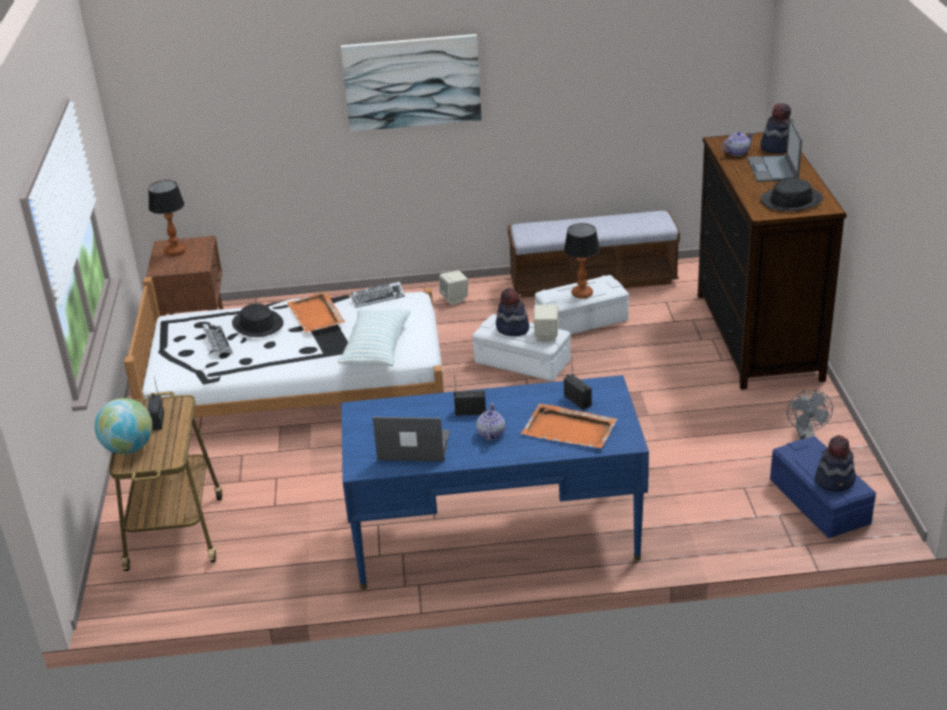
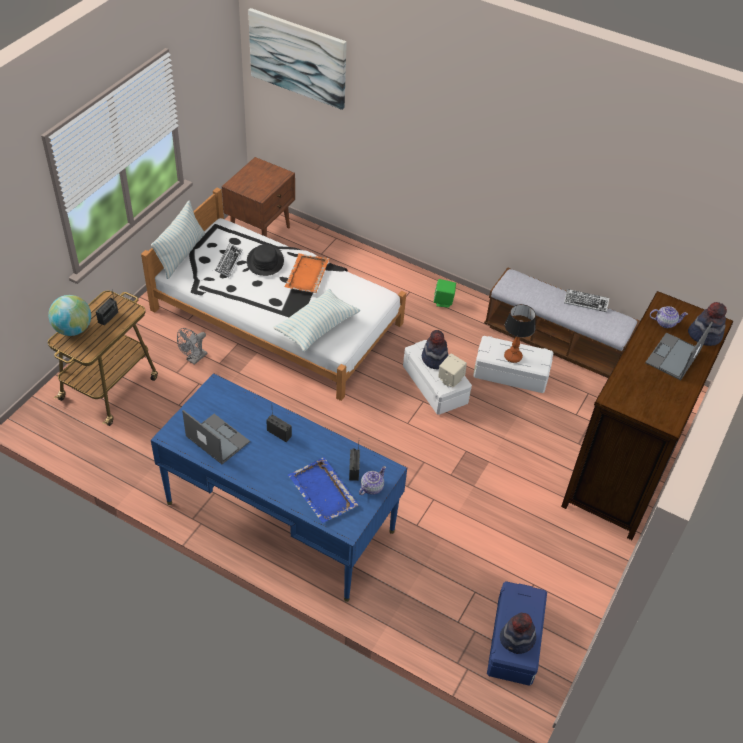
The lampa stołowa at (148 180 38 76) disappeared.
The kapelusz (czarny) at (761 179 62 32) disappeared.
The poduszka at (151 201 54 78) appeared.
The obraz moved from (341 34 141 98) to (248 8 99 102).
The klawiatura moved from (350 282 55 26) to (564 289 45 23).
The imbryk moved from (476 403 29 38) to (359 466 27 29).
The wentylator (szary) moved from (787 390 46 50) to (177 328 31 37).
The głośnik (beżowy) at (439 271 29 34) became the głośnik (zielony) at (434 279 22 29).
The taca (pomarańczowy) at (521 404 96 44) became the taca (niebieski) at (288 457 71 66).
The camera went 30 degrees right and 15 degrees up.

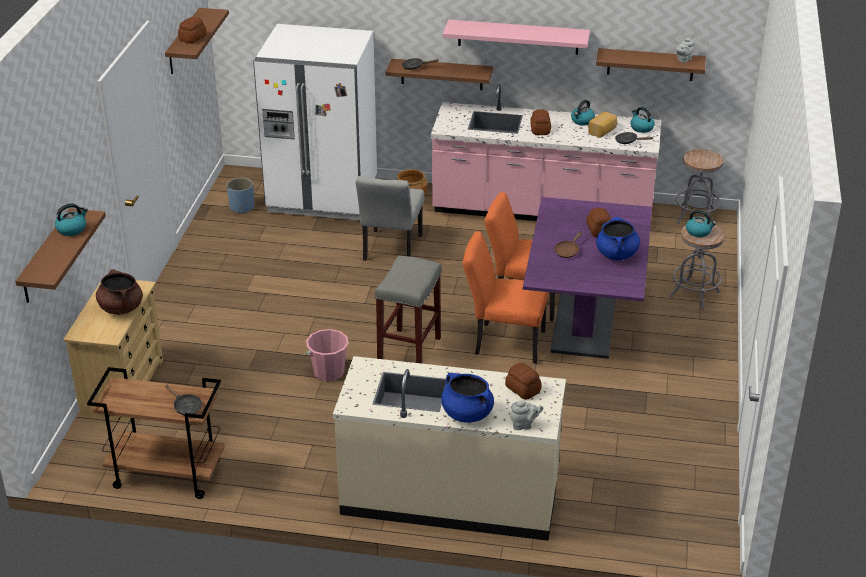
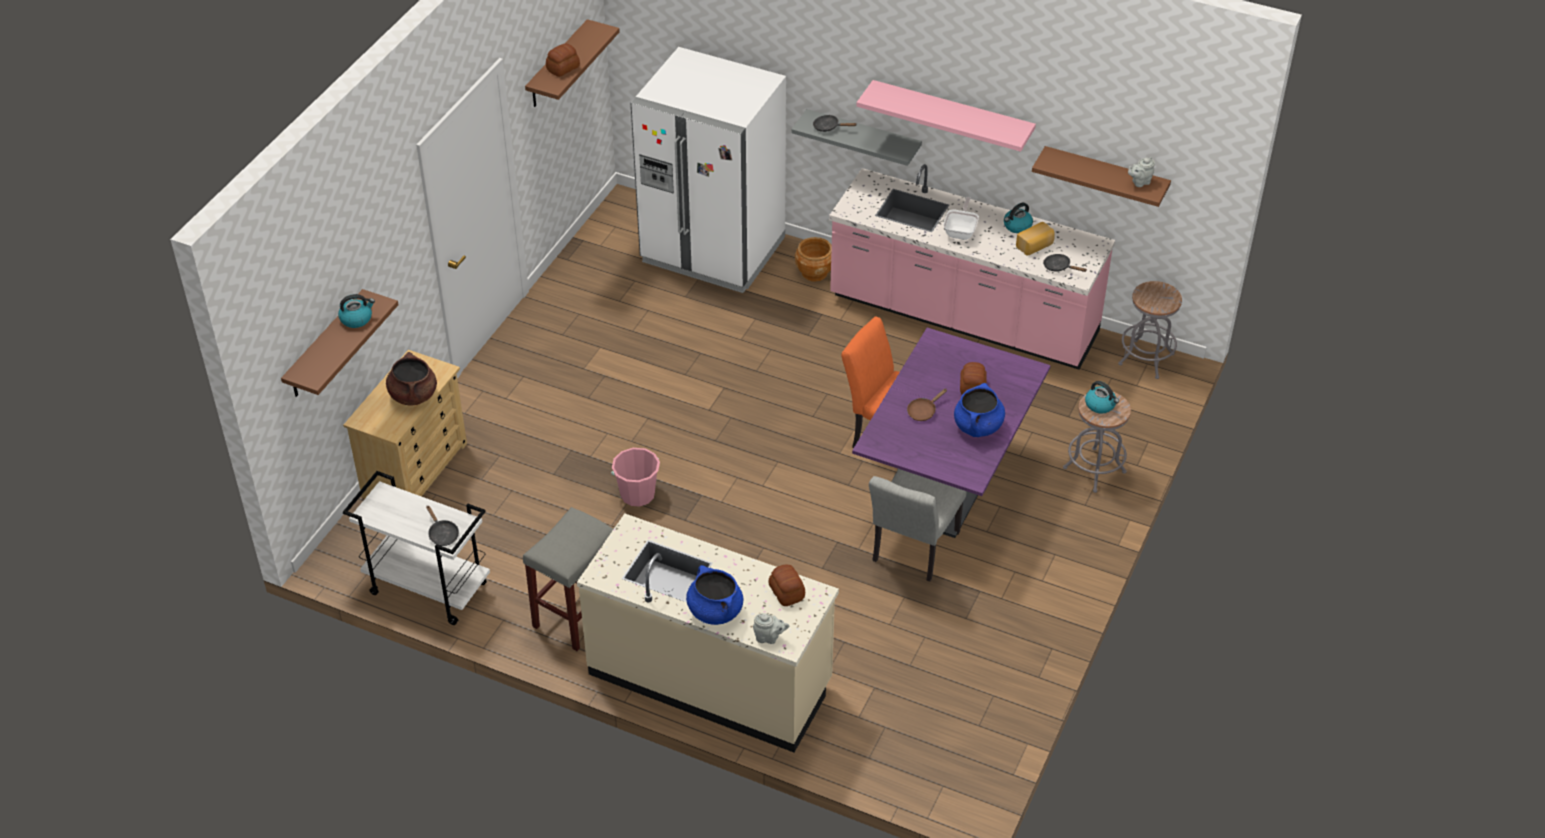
The donica (niebieski) at (227 178 27 36) disappeared.
The krzesło (pomarańczowy) at (463 231 86 133) disappeared.
The czajnik at (631 107 24 26) disappeared.
The krzesło (szary) moved from (356 176 68 85) to (869 469 98 112).
The stołek (szary) moved from (375 256 67 108) to (523 507 90 144).
The chleb at (530 109 21 26) was replaced by the patelnia at (943 197 36 43).
The wózek (brązowy) at (87 367 138 132) became the wózek (biały) at (343 471 147 154).
The półka (brązowy) at (386 59 107 31) became the półka (szary) at (791 109 131 57).
The camera went 15 degrees right and 10 degrees up.

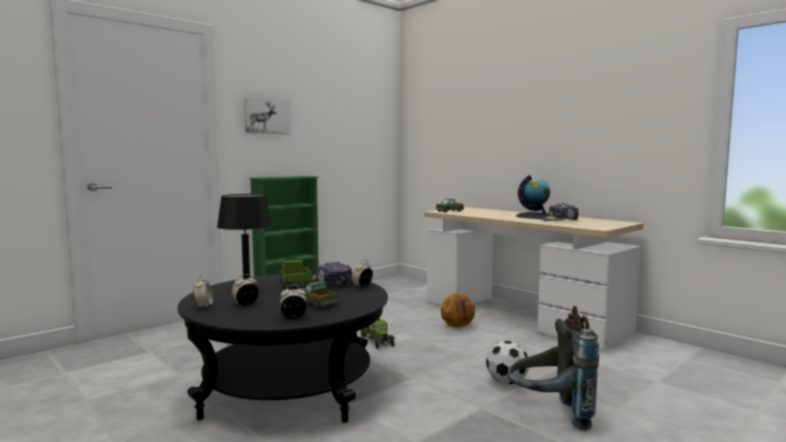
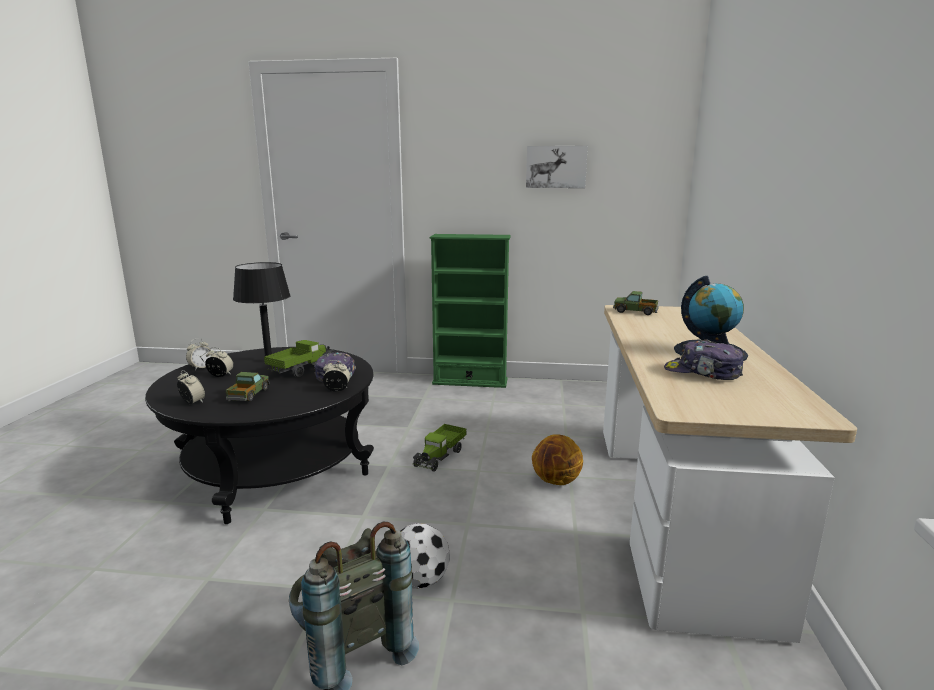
The obraz moved from (244 98 47 36) to (526 146 62 42).
The camera went 50 degrees right and 10 degrees up.

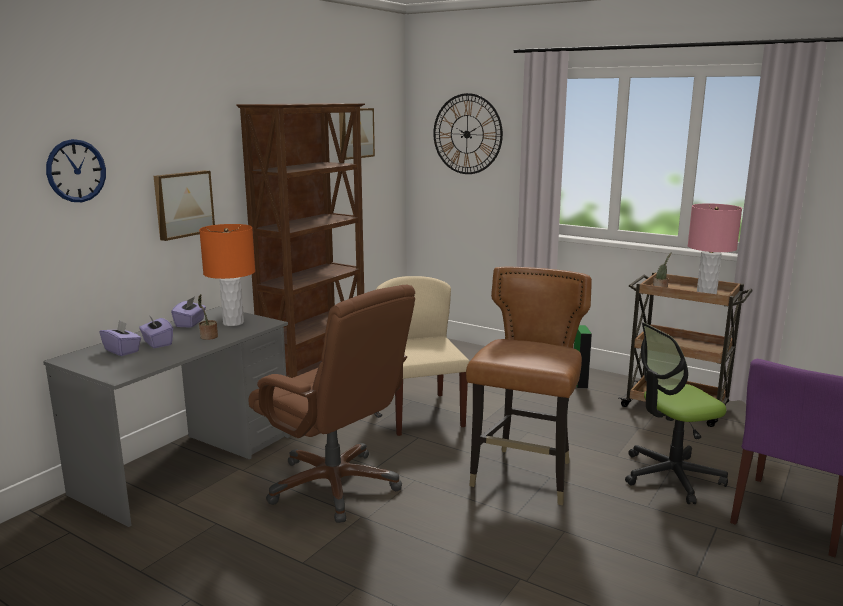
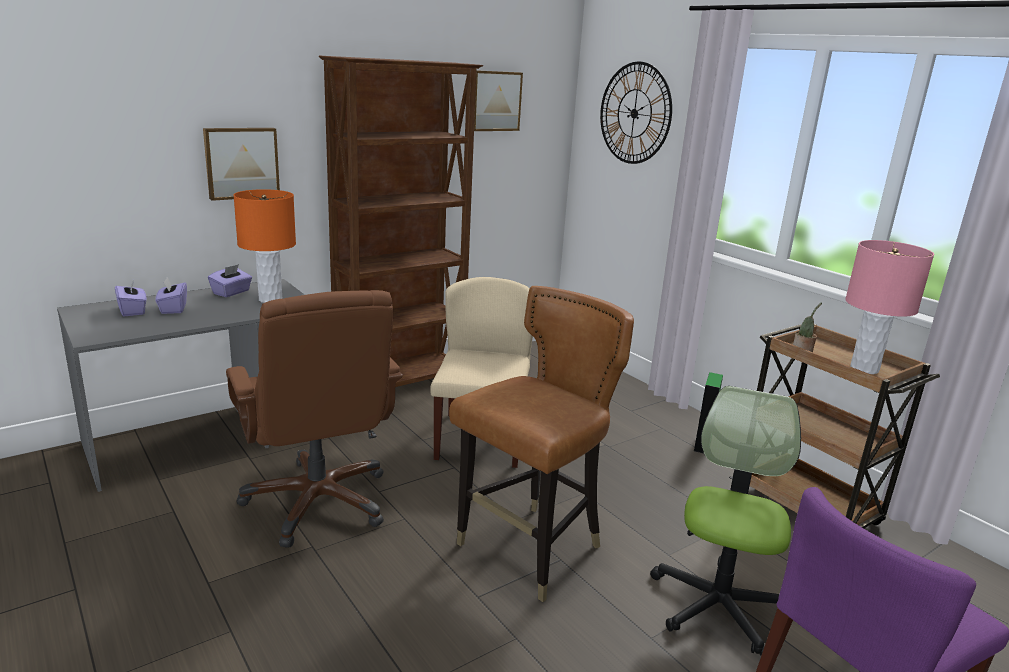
The zegar ścienny at (46 139 60 63) disappeared.
The roślina doniczkowa at (198 294 20 46) disappeared.
The krzesło biurowe at (625 322 103 182) turned 105 degrees clockwise.
The camera went 20 degrees right and 5 degrees up.

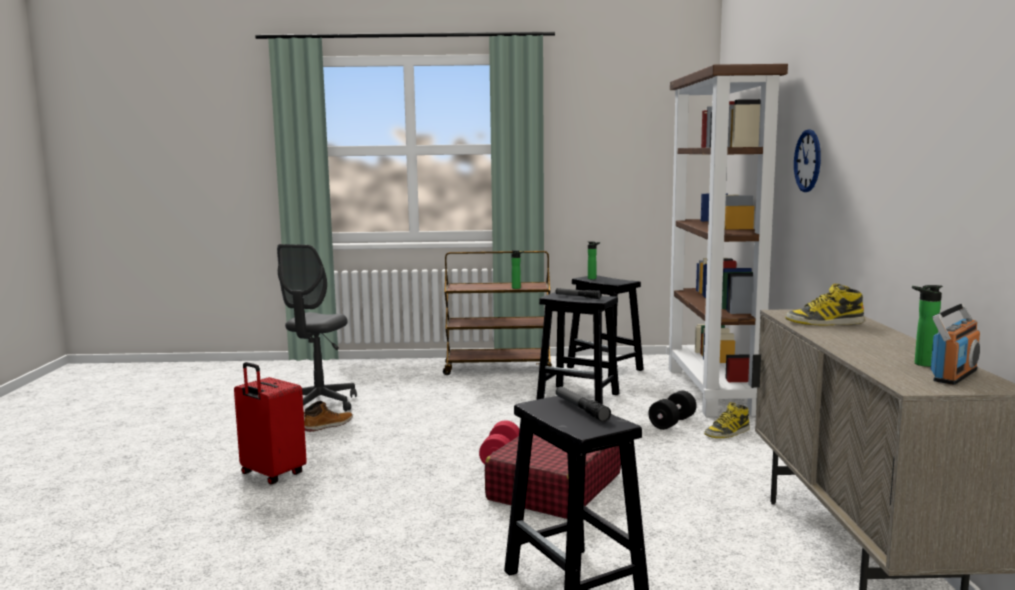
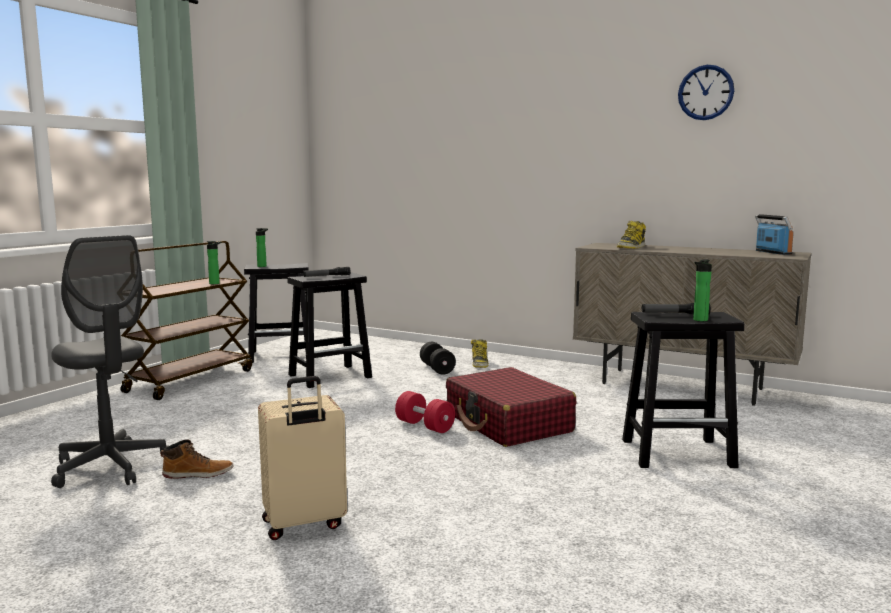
The regał (brązowy) at (666 64 122 353) disappeared.
The zegar ścienny moved from (794 129 27 63) to (678 65 56 55).
The butelka moved from (912 285 31 82) to (693 259 19 62).
The walizka (czerwony) at (234 362 73 123) became the walizka (beżowy) at (258 376 89 164).
The but z cholewką at (304 401 49 31) turned 90 degrees clockwise.
The camera went 60 degrees left and 0 degrees up.

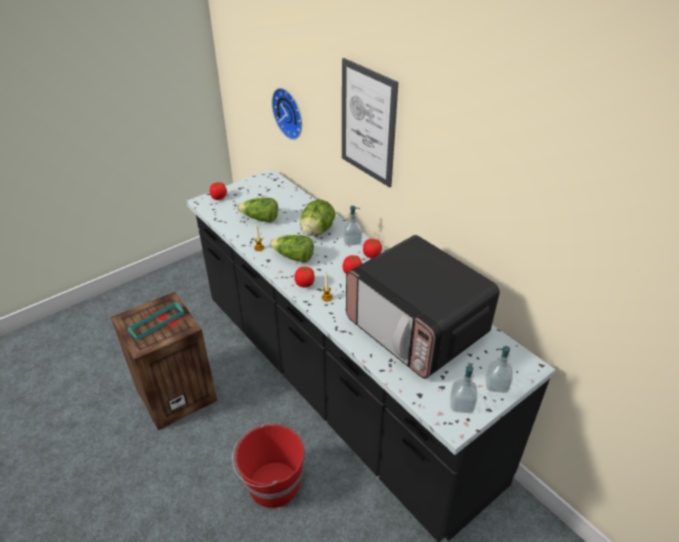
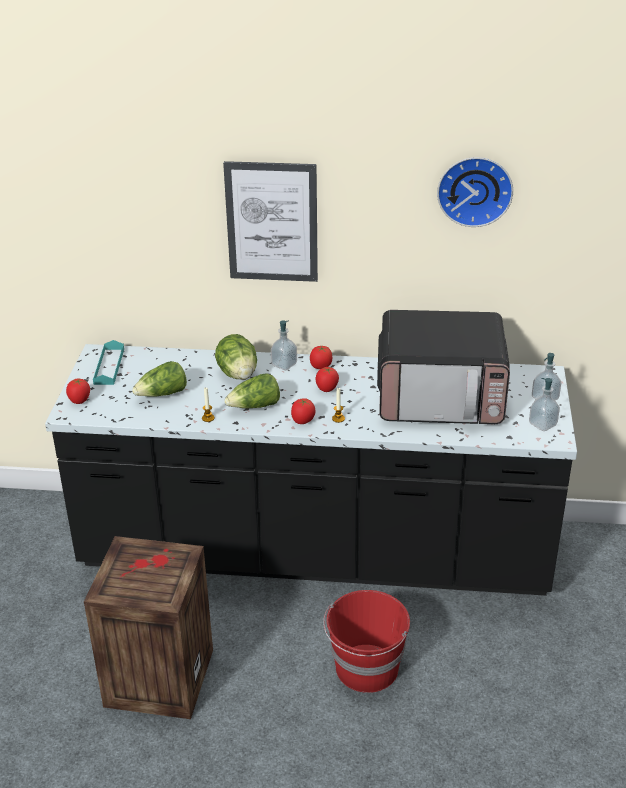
The taca (turkusowy) moved from (128 302 56 38) to (93 340 31 45).
The zegar ścienny moved from (272 88 30 52) to (437 157 76 70).
The camera went 45 degrees left and 5 degrees down.

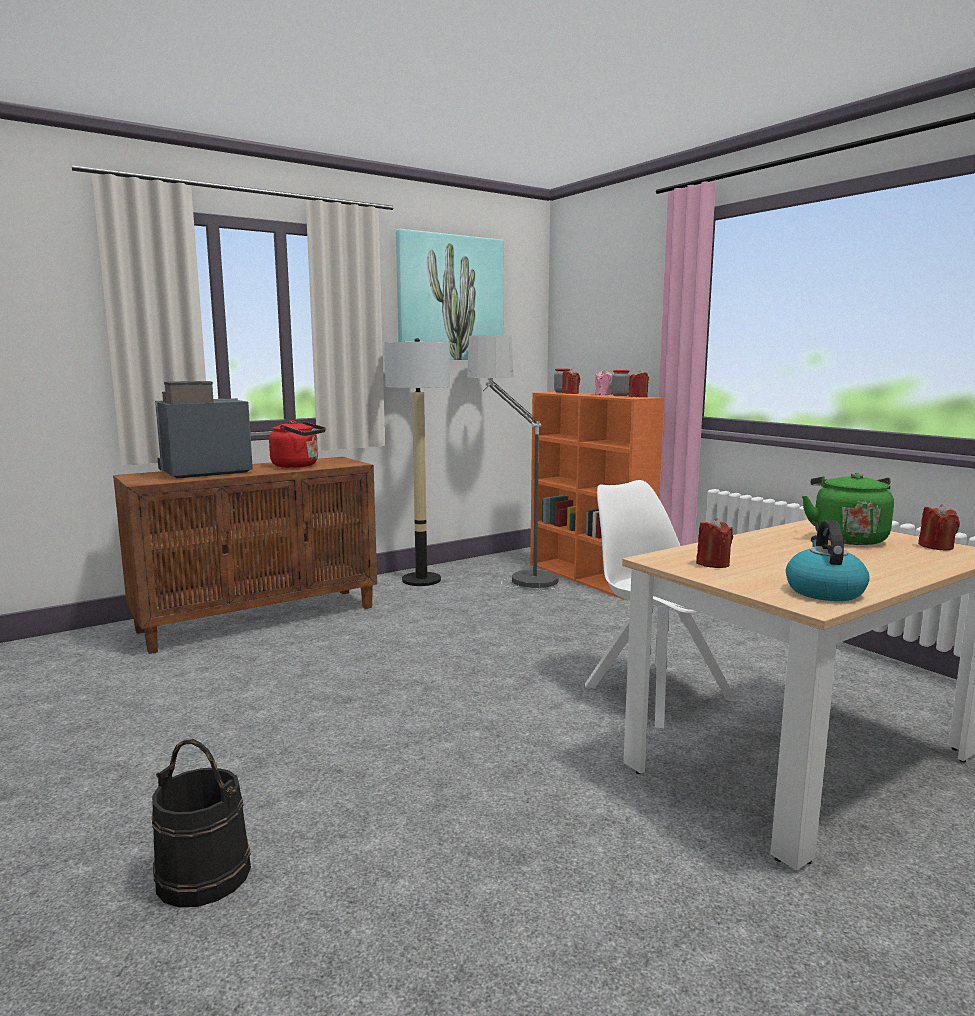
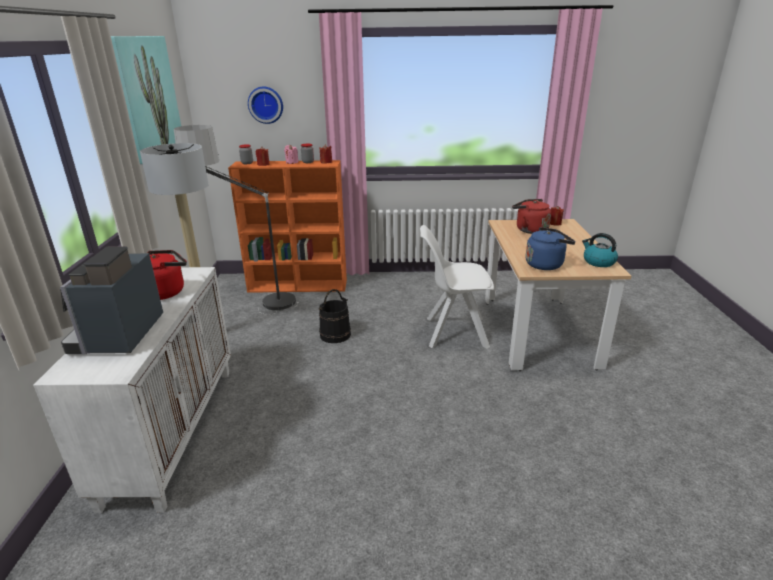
The zegar ścienny at (248 87 35 37) appeared.
The wiadro (czarny) moved from (152 739 99 168) to (319 289 32 54).
The świeca (czerwony) at (696 518 37 50) was replaced by the czajnik (niebieski) at (525 227 51 43).
The szafka (brązowy) at (113 457 264 197) became the szafka (biały) at (33 267 198 246).
The czajnik (zielony) at (802 473 92 72) became the czajnik (czerwony) at (512 199 39 35).
The camera went 55 degrees left and 15 degrees up.

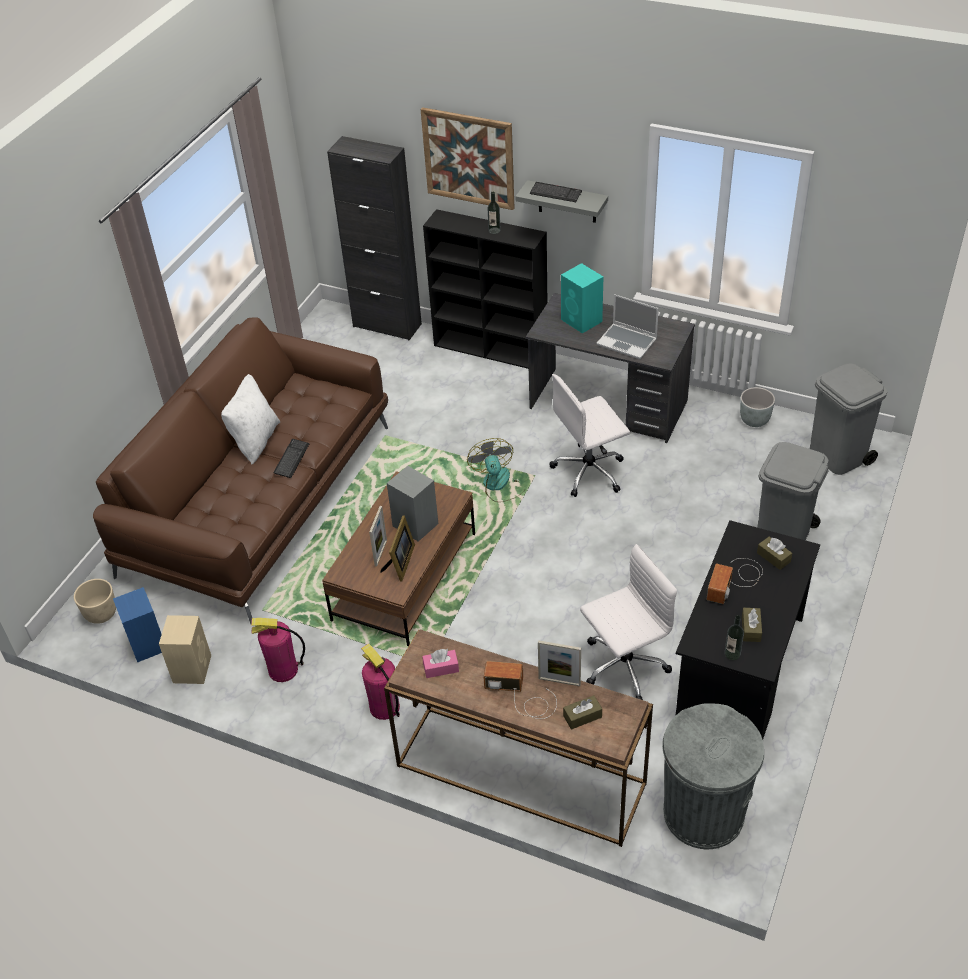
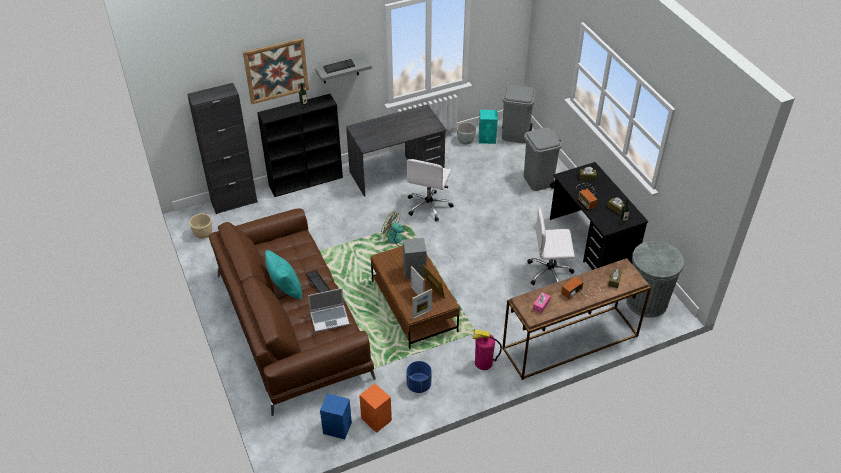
The donica (beżowy) moved from (74 579 42 45) to (190 214 22 25).
The ramka na zdjęcie moved from (538 640 43 46) to (412 289 20 30).
The głośnik (turkusowy) moved from (561 263 43 71) to (479 110 19 34).
The laptop moved from (596 294 63 65) to (308 288 41 44).
The gaśnica at (251 618 54 64) was replaced by the donica (niebieski) at (406 361 26 32).
The głośnik (beżowy) at (159 615 52 69) became the głośnik (pomarańczowy) at (359 383 33 50).
The poduszka (biały) at (221 374 59 91) became the poduszka (turkusowy) at (265 250 37 50).
The krzesło biurowe (biały) at (580 544 97 156) turned 105 degrees counterclockwise.
The camera went 50 degrees left and 0 degrees up.

